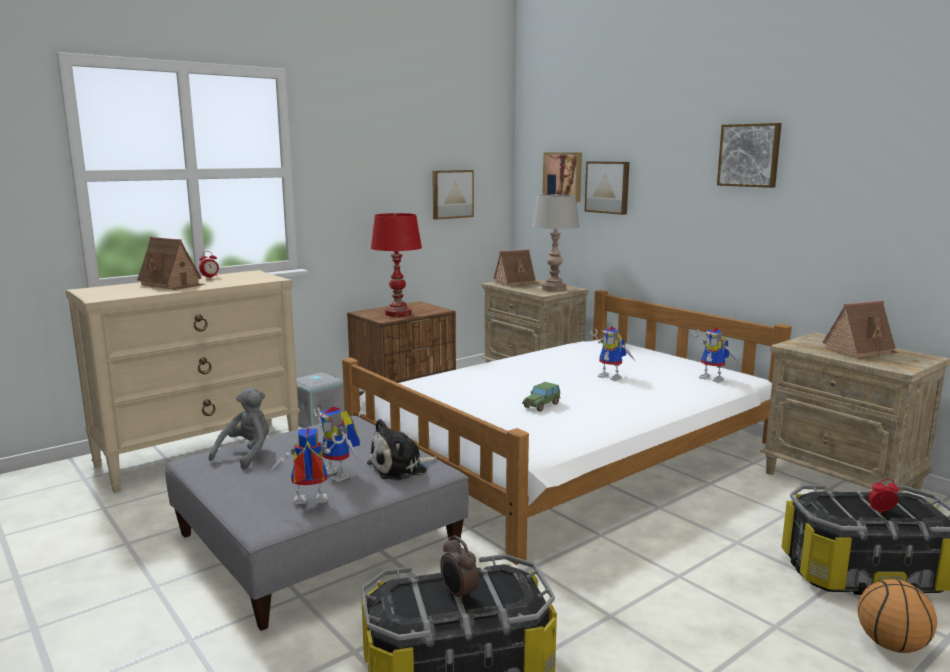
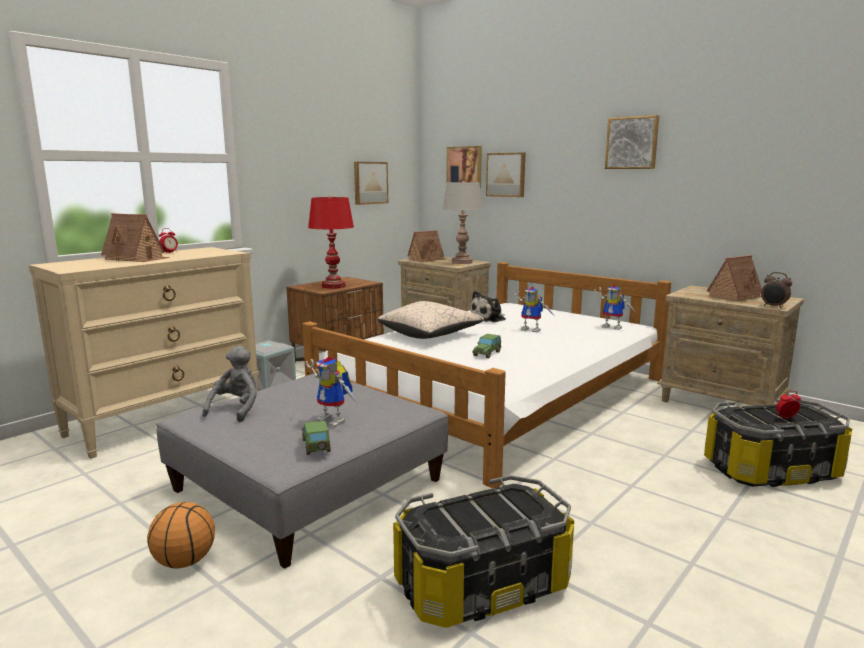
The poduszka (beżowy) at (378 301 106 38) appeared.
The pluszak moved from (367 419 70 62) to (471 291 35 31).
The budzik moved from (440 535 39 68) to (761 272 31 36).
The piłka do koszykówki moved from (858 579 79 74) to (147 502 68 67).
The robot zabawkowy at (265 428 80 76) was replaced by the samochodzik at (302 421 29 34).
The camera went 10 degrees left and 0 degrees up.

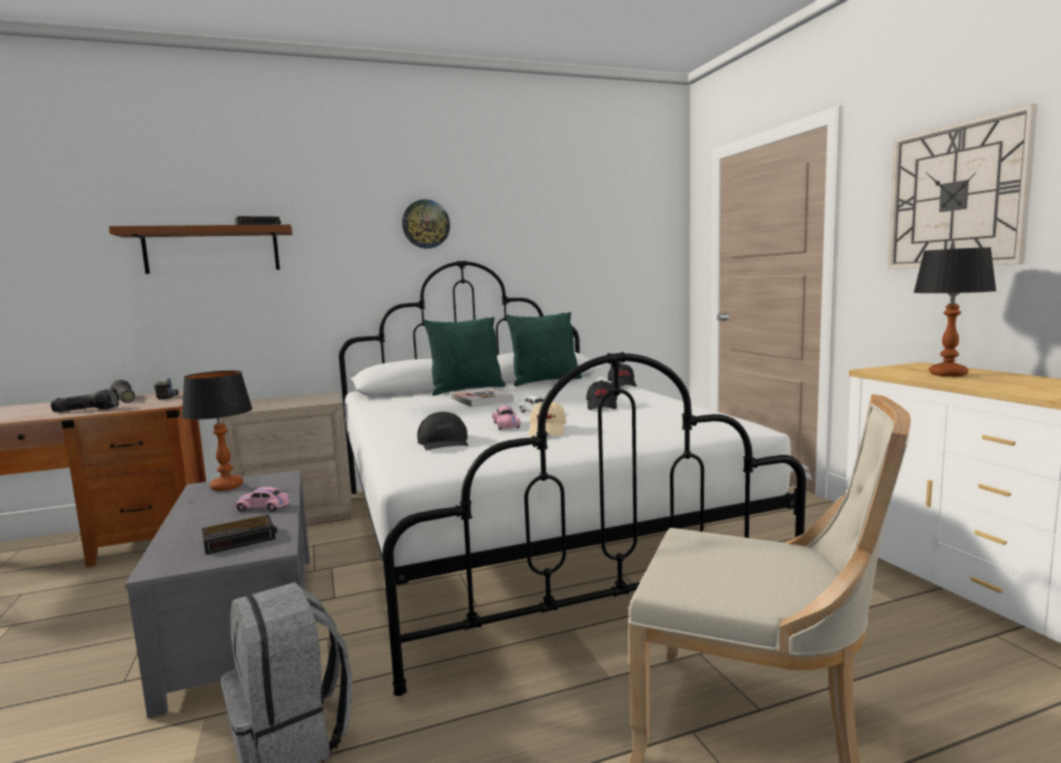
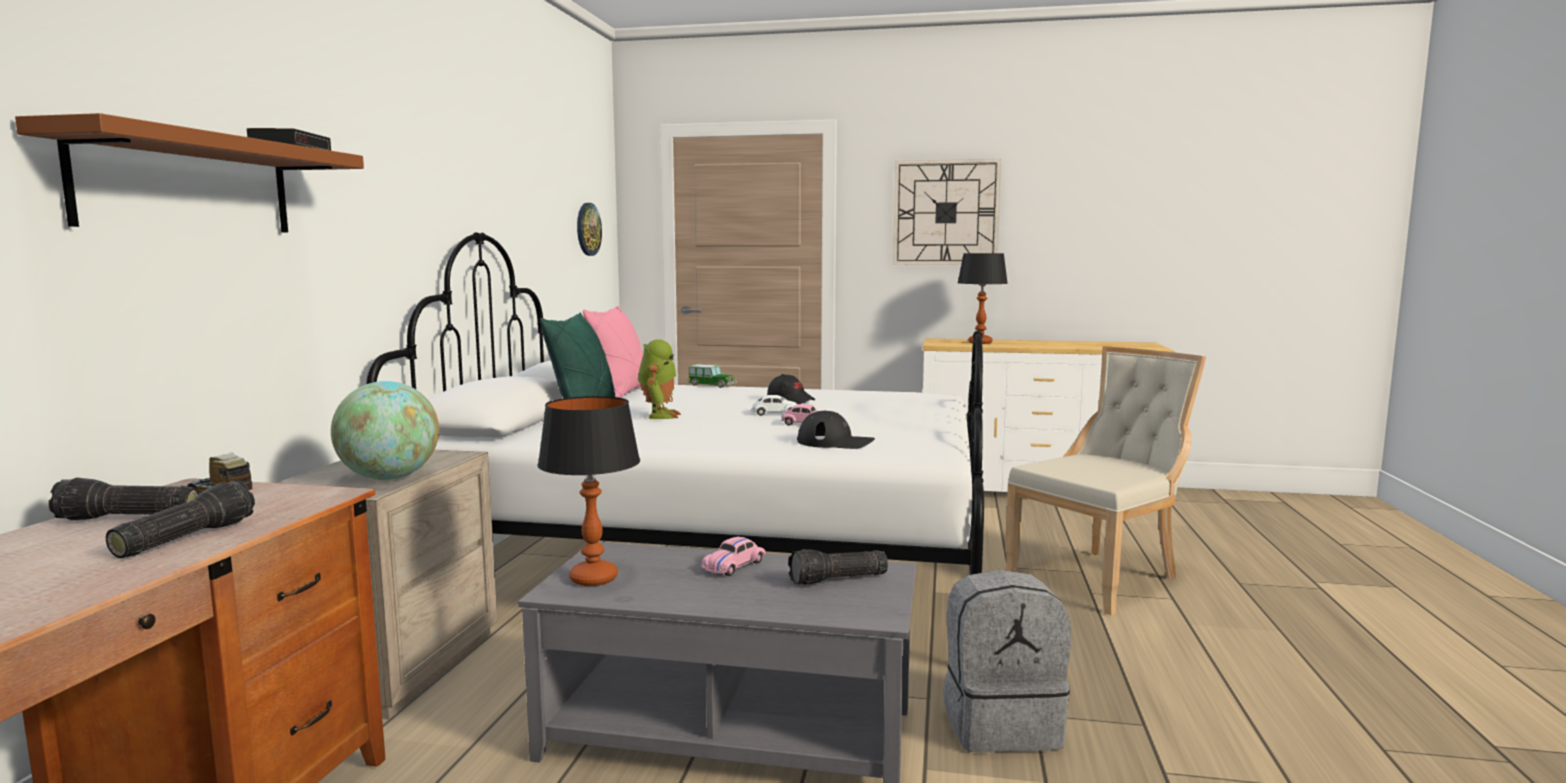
The czapka z daszkiem (beżowy) at (529 402 37 35) disappeared.
The globus at (331 381 108 99) appeared.
The zegar ścienny moved from (402 199 48 50) to (577 203 25 53).
The budzik at (202 515 76 40) was replaced by the latarka at (788 549 100 36).
The książka at (451 388 63 19) was replaced by the robot zabawkowy at (638 339 43 80).
The czapka z daszkiem (czarny) at (608 364 29 23) was replaced by the samochodzik at (688 364 49 24).
The poduszka (zielony) at (505 312 77 74) became the poduszka (różowy) at (583 305 60 93).
The camera went 60 degrees left and 0 degrees up.

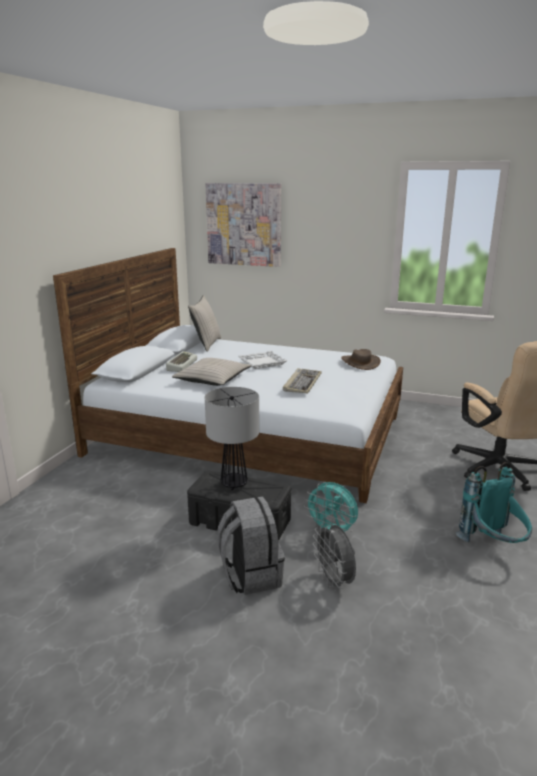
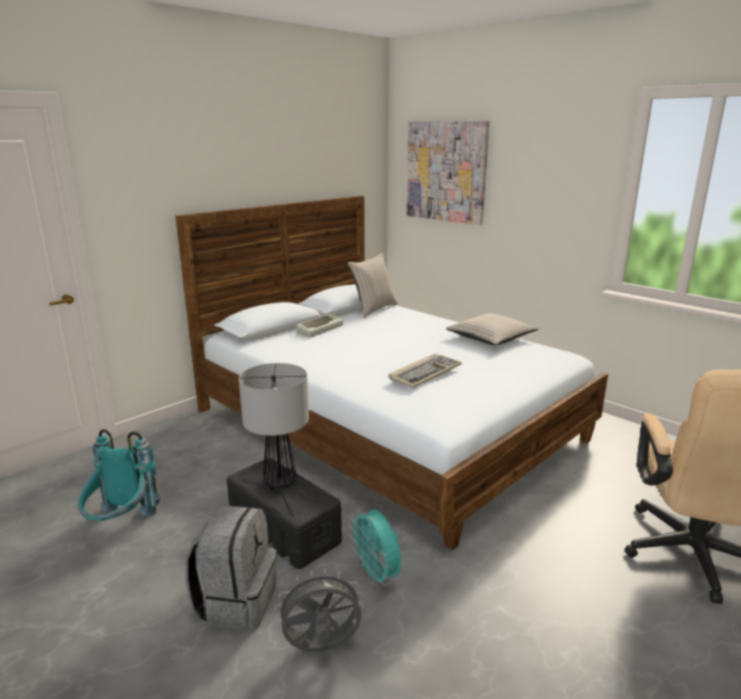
The taca (biały) at (238 351 49 18) disappeared.
The kapelusz (brązowy) at (341 349 40 21) disappeared.
The poduszka (beżowy) moved from (172 358 79 28) to (446 314 93 31).
The plecak (turkusowy) moved from (456 462 76 81) to (78 429 82 92).
The wentylator (szary) at (313 523 43 68) turned 75 degrees clockwise.
The camera went 25 degrees right and 0 degrees up.

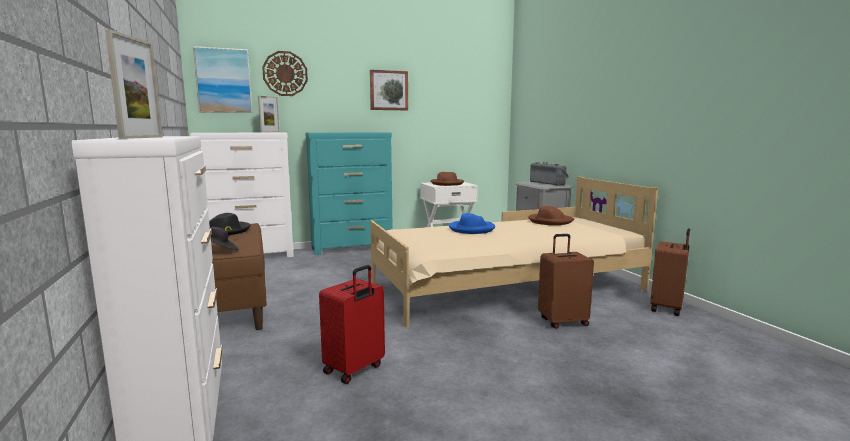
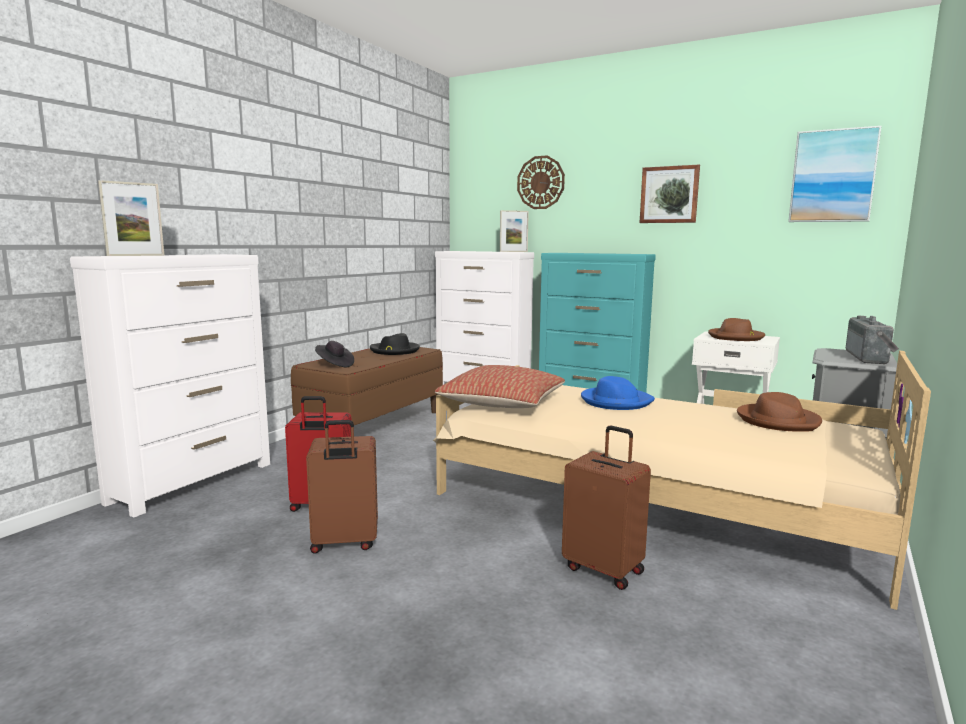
The poduszka at (435 365 130 43) appeared.
The obraz moved from (193 46 59 67) to (788 126 93 96).
The walizka (brązowy) moved from (650 229 40 87) to (306 420 72 134).
The camera went 50 degrees right and 0 degrees up.

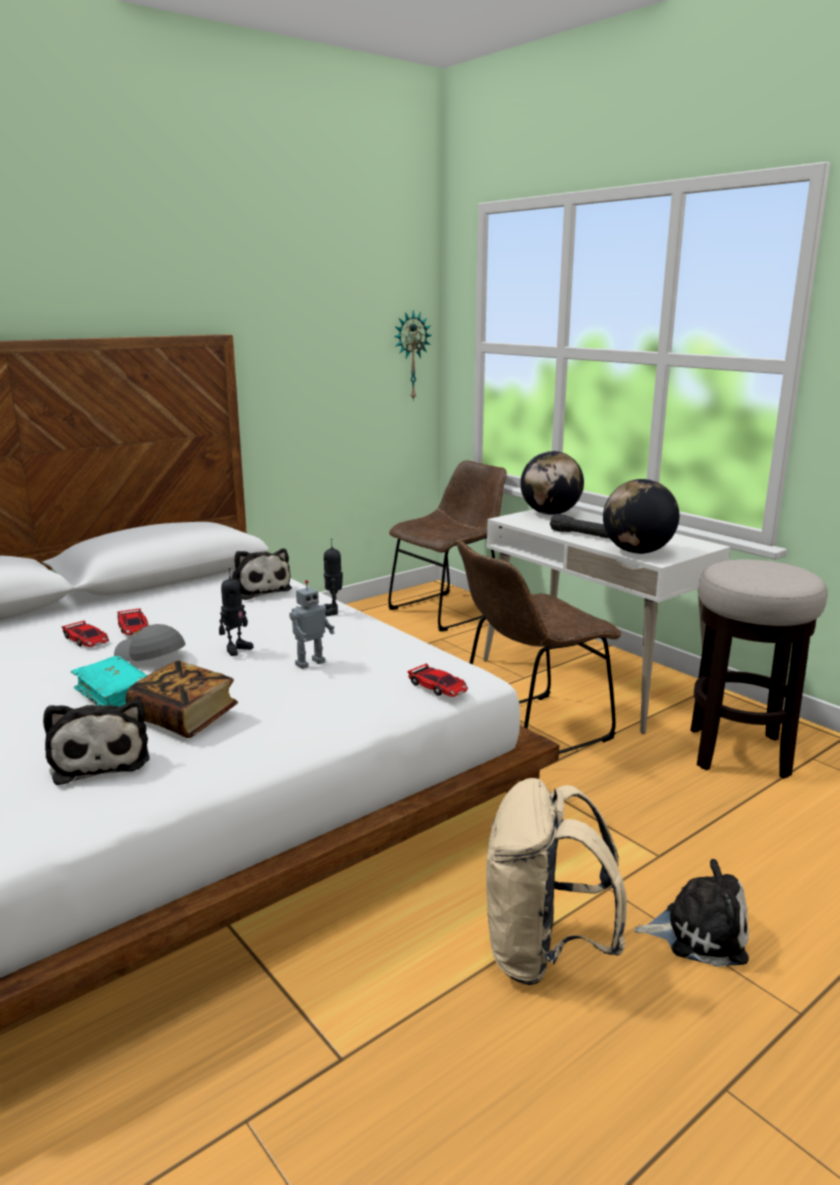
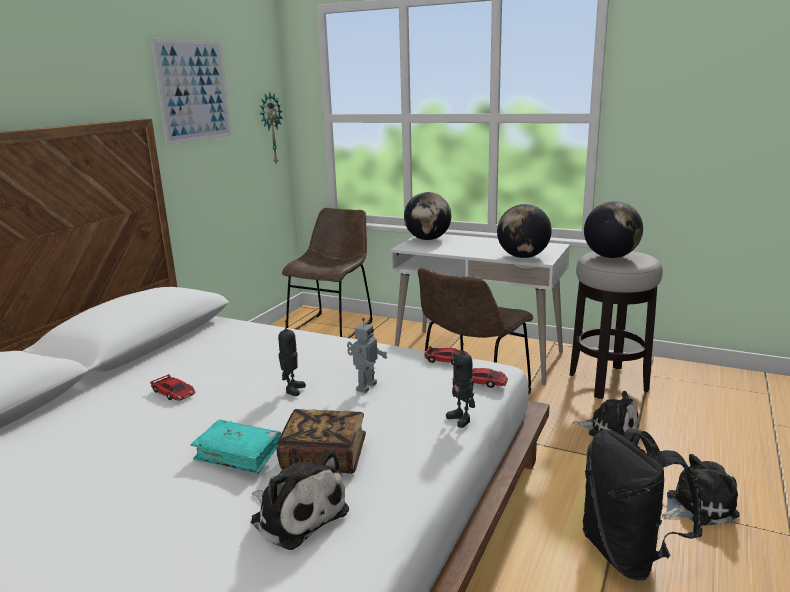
The czapka z daszkiem (szary) at (114 624 72 38) disappeared.
The latarka (czarny) at (550 514 59 24) disappeared.
The obraz at (151 39 81 106) appeared.
The globus at (584 201 59 57) appeared.
The samochodzik moved from (62 621 47 26) to (424 346 44 19).
The pluszak moved from (232 548 60 52) to (572 391 67 45).
The robot zabawkowy moved from (324 539 19 77) to (446 343 29 85).
The plecak (beżowy) at (486 778 141 207) became the plecak (czarny) at (583 428 120 153).
The camera went 25 degrees left and 0 degrees up.

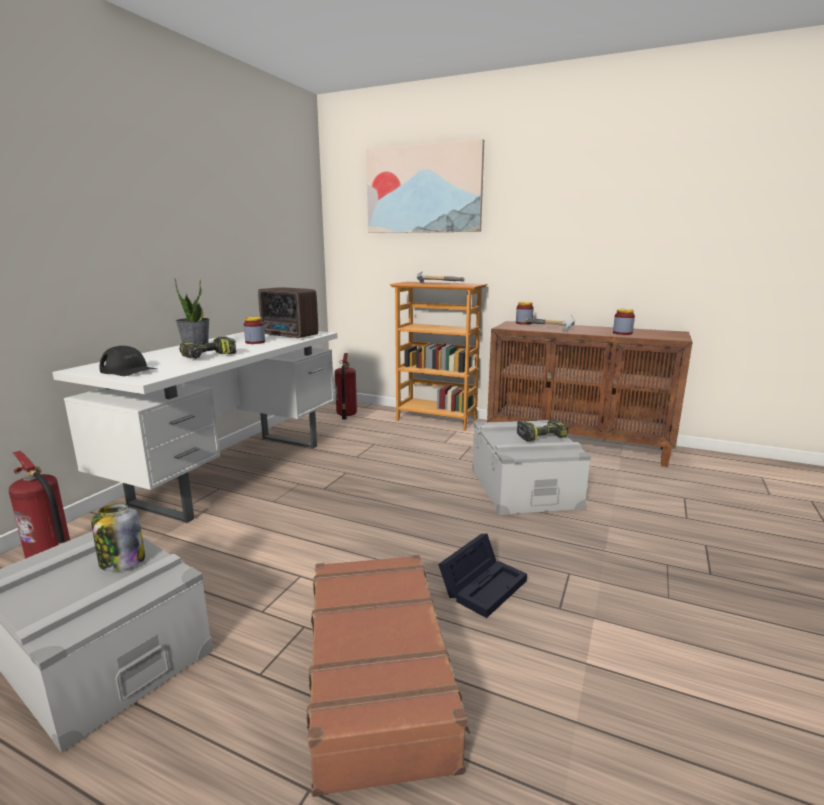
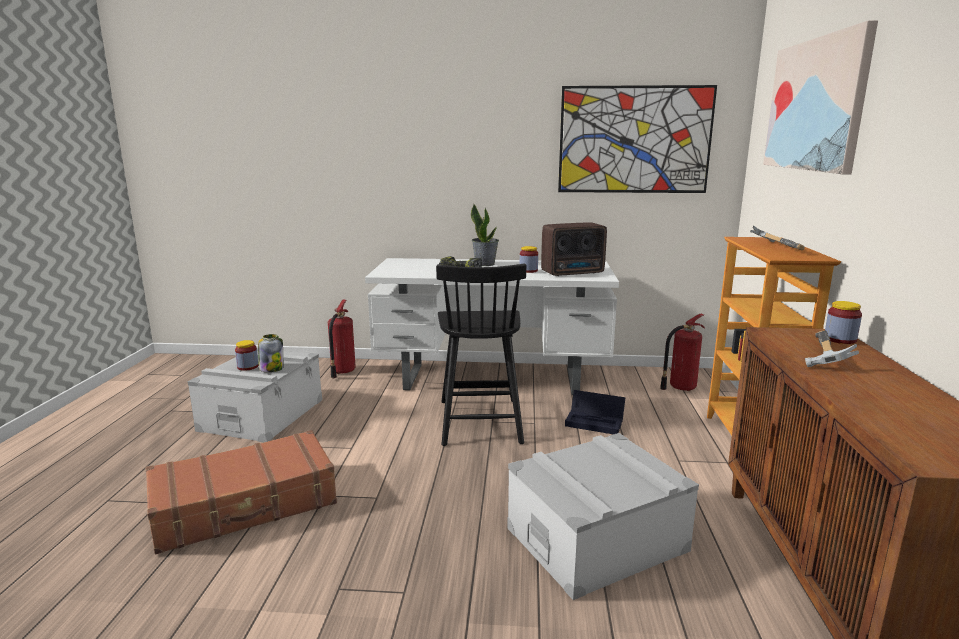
The czapka z daszkiem (czarny) at (99 346 58 30) disappeared.
The wiertarka at (517 419 52 22) disappeared.
The krzesło (czarny) at (436 264 90 182) appeared.
The obraz at (558 85 159 108) appeared.
The pojemnik do przechowywania (czarny) moved from (438 534 89 84) to (565 390 60 44).
The słoik moved from (613 309 22 26) to (235 340 23 31).
The radio at (258 287 60 52) turned 120 degrees counterclockwise.
The camera went 70 degrees right and 0 degrees up.

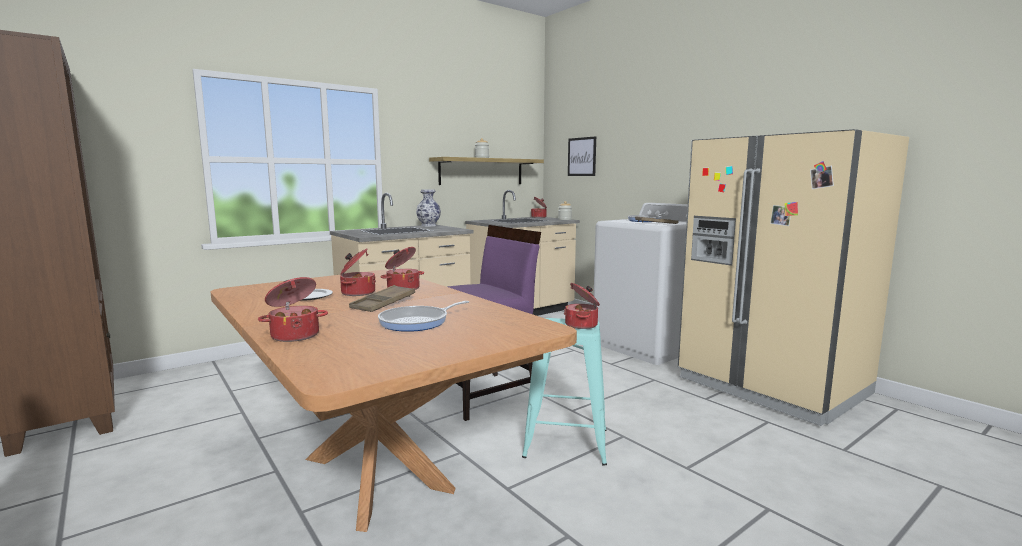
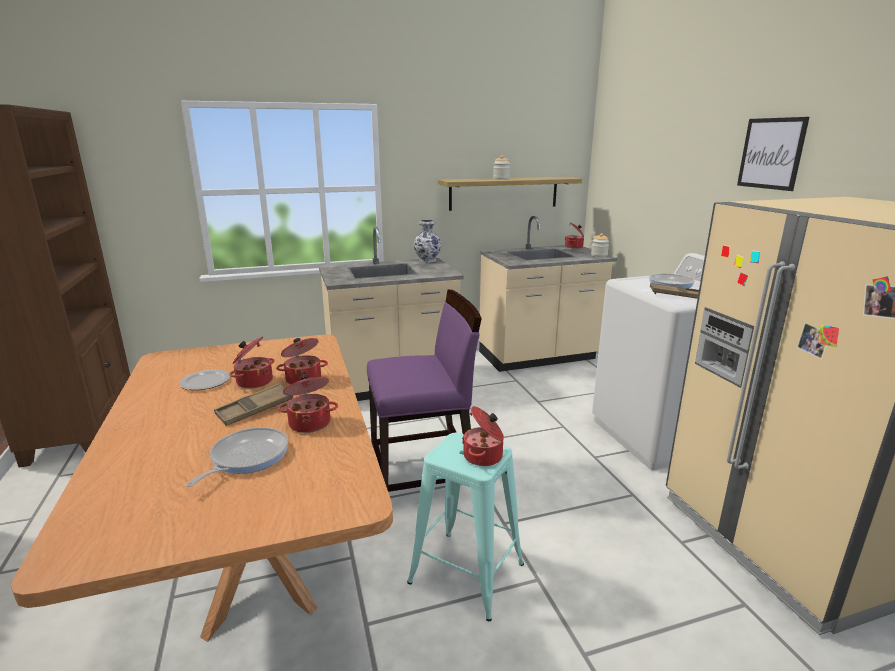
The garnek moved from (258 277 70 65) to (278 375 60 58).
The obraz moved from (568 136 28 40) to (737 117 72 74).
The patelnia at (378 301 91 31) turned 135 degrees clockwise.
The camera went 20 degrees right and 10 degrees up.

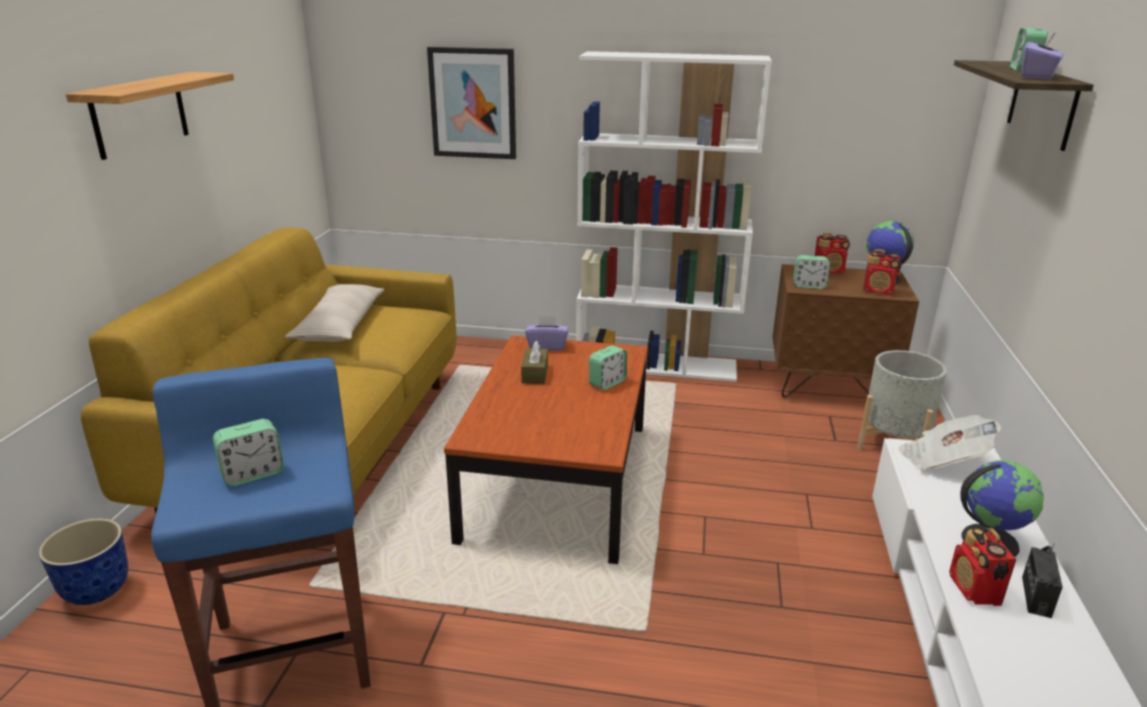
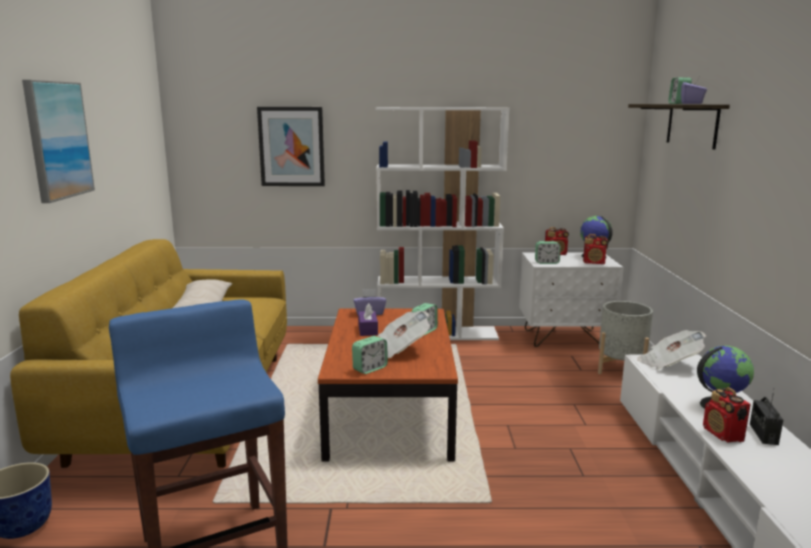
The gazeta at (378 311 52 47) appeared.
The budzik moved from (213 419 71 67) to (352 336 36 38).
The półka at (66 72 168 88) was replaced by the obraz at (22 80 73 123).
The pudełko chusteczek (brązowy) at (521 340 27 44) became the pudełko chusteczek (fioletowy) at (358 304 20 32).
The szafka nocna (brązowy) at (773 264 146 133) became the szafka nocna (biały) at (519 252 105 95).
The camera went 10 degrees left and 10 degrees down.

